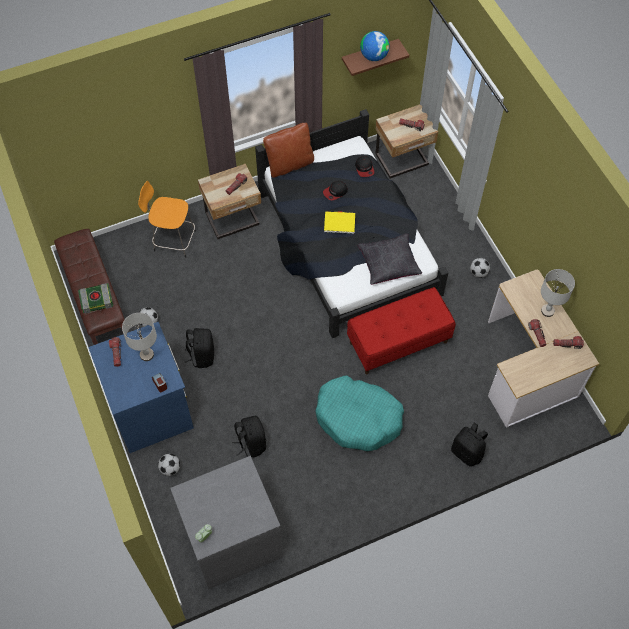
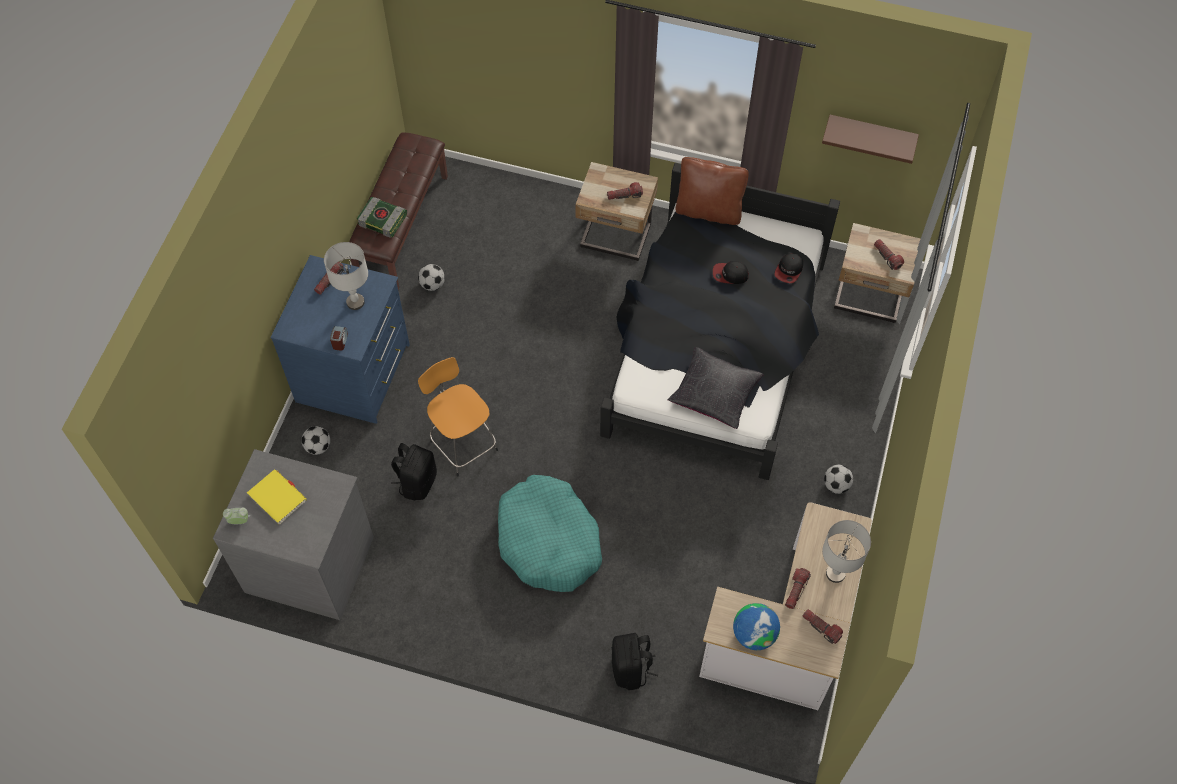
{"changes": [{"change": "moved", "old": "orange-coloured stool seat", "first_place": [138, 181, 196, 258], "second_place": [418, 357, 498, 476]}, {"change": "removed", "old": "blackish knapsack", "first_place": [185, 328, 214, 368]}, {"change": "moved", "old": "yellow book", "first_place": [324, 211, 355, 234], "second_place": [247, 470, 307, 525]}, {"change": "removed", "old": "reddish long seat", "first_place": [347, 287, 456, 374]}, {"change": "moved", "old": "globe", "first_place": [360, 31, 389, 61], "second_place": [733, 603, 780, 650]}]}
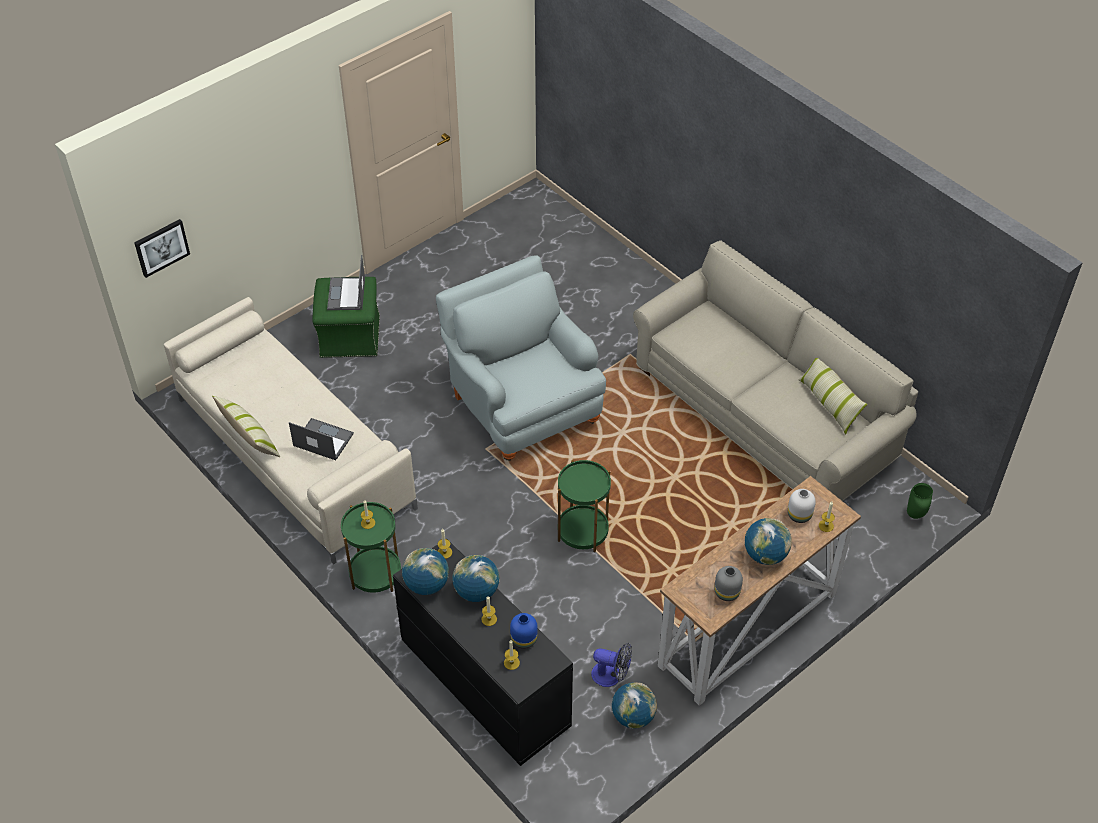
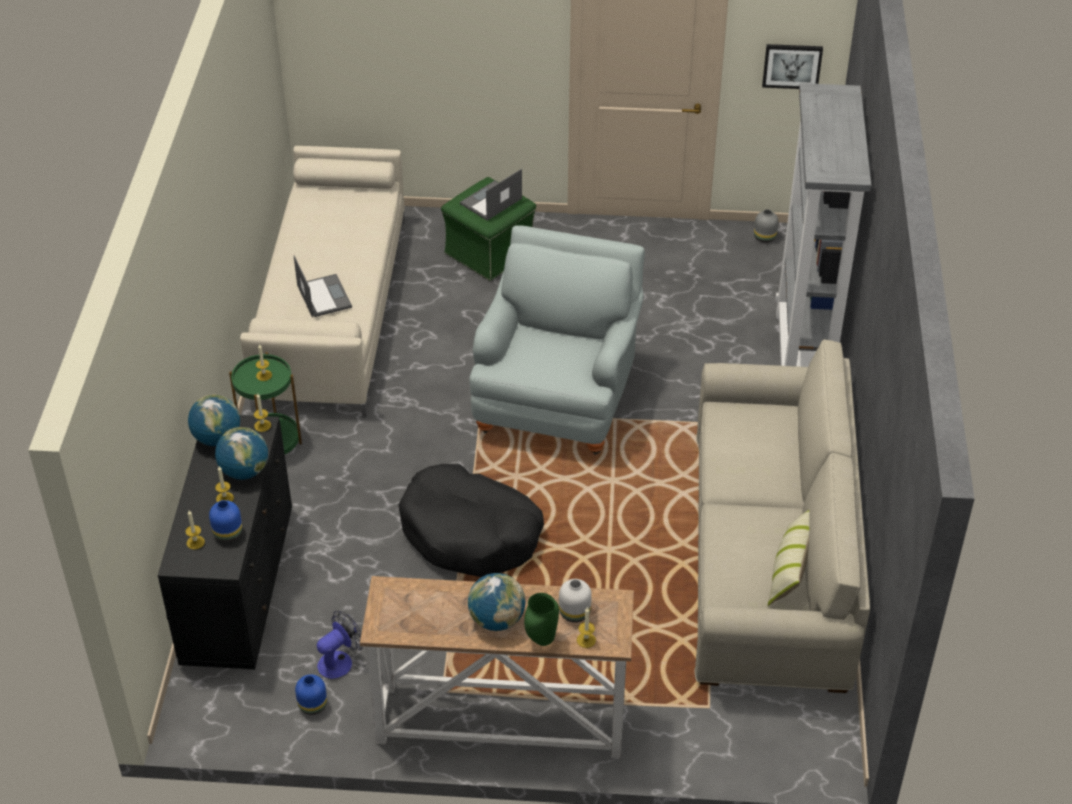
{"changes": [{"change": "moved", "old": "picture", "first_place": [134, 219, 190, 278], "second_place": [762, 44, 823, 89]}, {"change": "removed", "old": "cushion", "first_place": [212, 396, 280, 457]}, {"change": "replaced", "old": "green-coloured end table", "new": "blackish pet bed", "first_place": [558, 460, 611, 552], "second_place": [398, 464, 544, 577]}, {"change": "turned", "old": "electric fan", "first_place": [591, 643, 632, 687], "second_place": [317, 610, 363, 679], "degrees": -105}, {"change": "replaced", "old": "globe", "new": "blue-coloured vase", "first_place": [612, 682, 657, 729], "second_place": [295, 674, 327, 715]}, {"change": "moved", "old": "grey vase", "first_place": [714, 566, 743, 601], "second_place": [754, 209, 778, 243]}, {"change": "moved", "old": "green-coloured vase", "first_place": [907, 483, 933, 519], "second_place": [524, 593, 559, 646]}, {"change": "added", "new": "grey shelving unit", "second_place": [776, 83, 871, 367]}]}
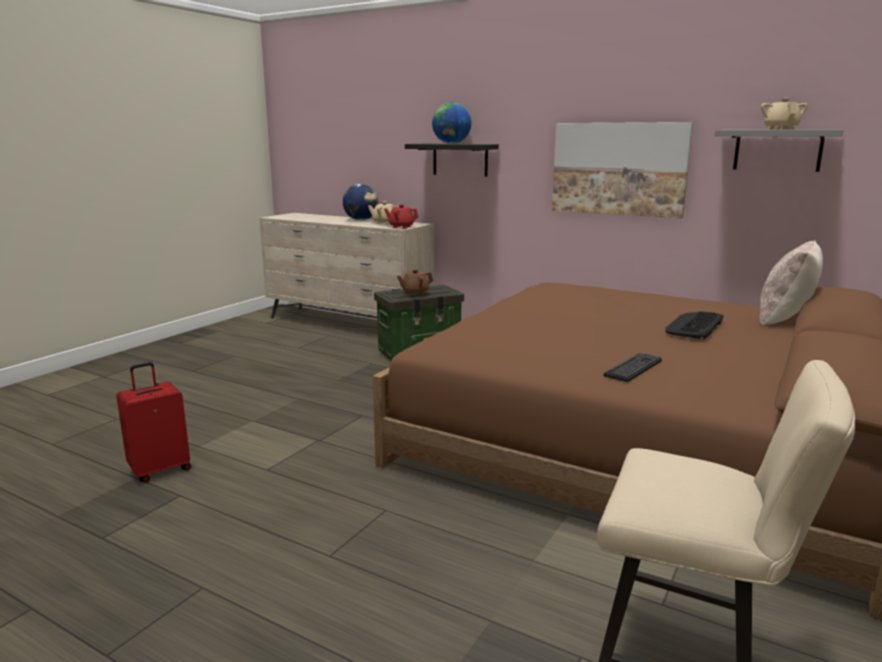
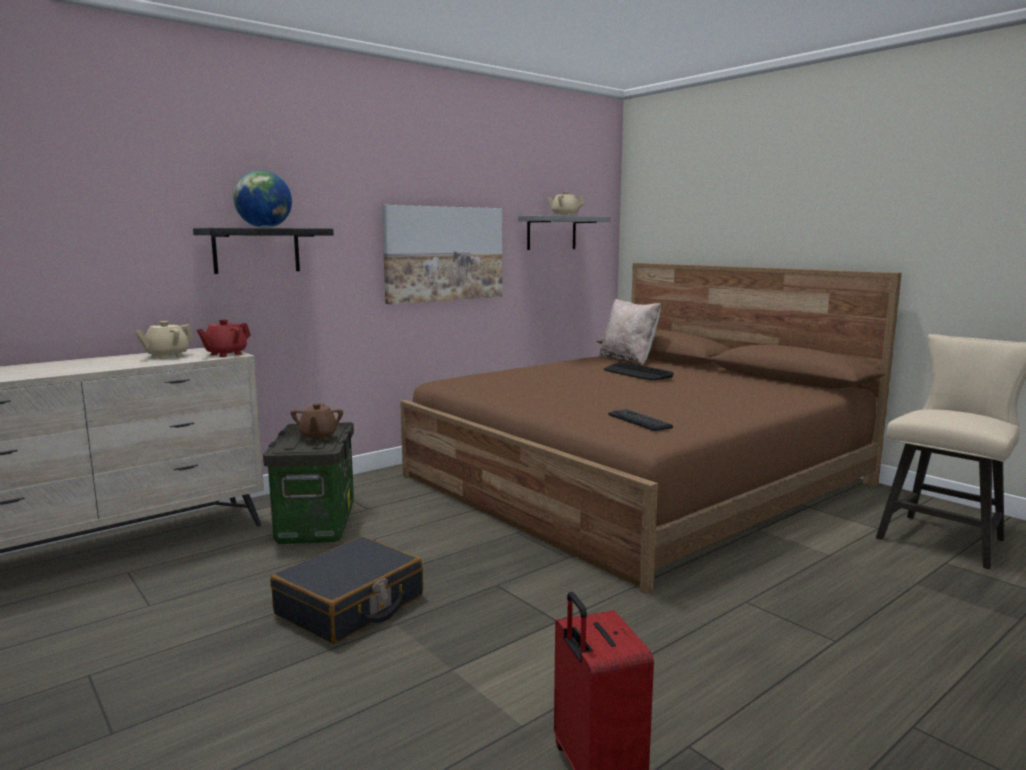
{"changes": [{"change": "removed", "old": "globe", "first_place": [343, 184, 378, 220]}, {"change": "moved", "old": "computer keyboard", "first_place": [604, 353, 662, 382], "second_place": [608, 409, 673, 431]}, {"change": "added", "new": "blackish piece of luggage", "second_place": [270, 537, 423, 644]}]}
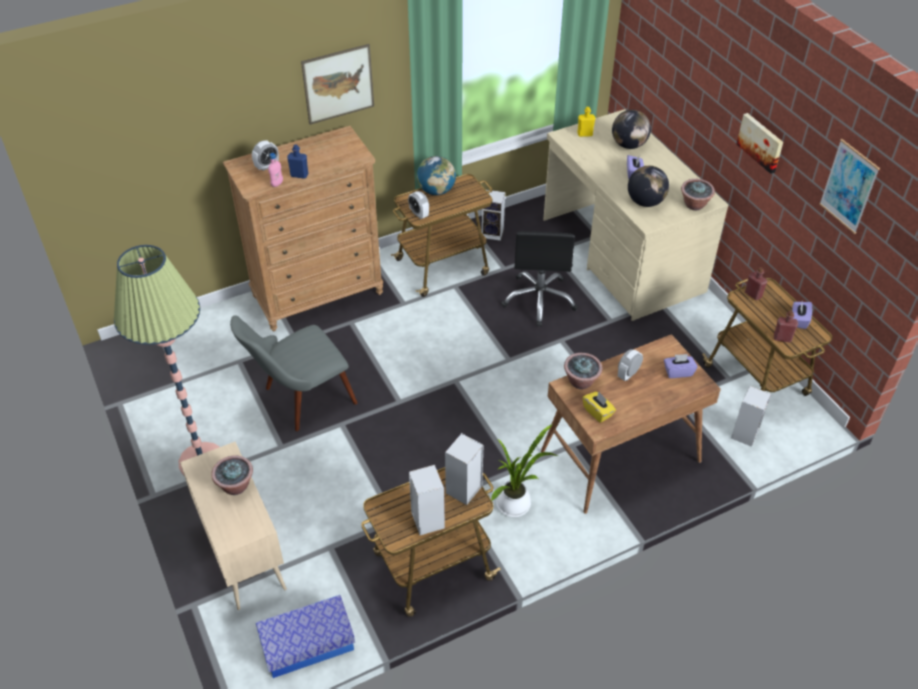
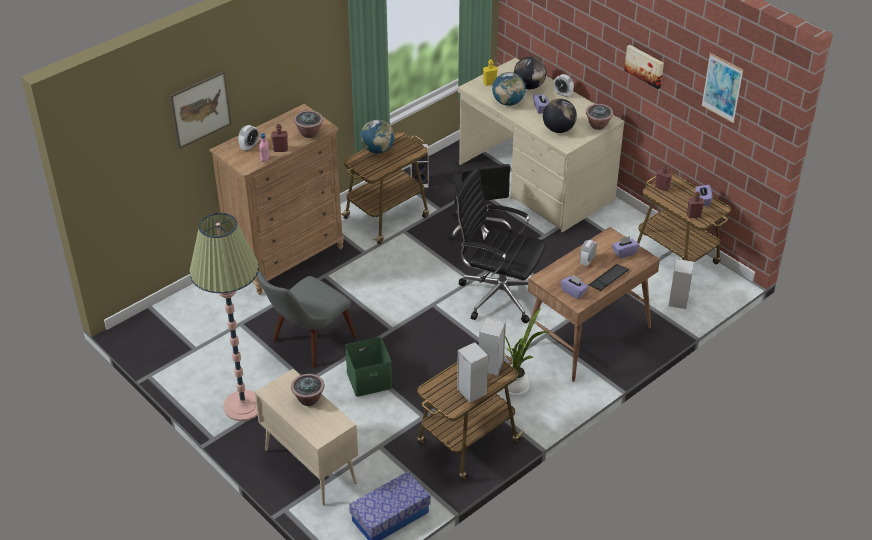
{"changes": [{"change": "recoloured", "old": "blue-coloured drink bottle", "new": "reddish drink bottle", "first_place": [287, 145, 309, 179], "second_place": [271, 124, 288, 152]}, {"change": "moved", "old": "picture", "first_place": [301, 44, 374, 125], "second_place": [170, 71, 231, 149]}, {"change": "moved", "old": "table clock", "first_place": [408, 191, 429, 219], "second_place": [554, 74, 574, 97]}, {"change": "moved", "old": "potted plant", "first_place": [564, 353, 602, 389], "second_place": [294, 110, 323, 138]}, {"change": "recoloured", "old": "yellow box of tissues", "new": "purple-coloured box of tissues", "first_place": [583, 391, 616, 423], "second_place": [561, 275, 588, 299]}, {"change": "added", "new": "green-coloured storage box", "second_place": [345, 337, 392, 397]}, {"change": "added", "new": "blackish office chair", "second_place": [454, 166, 546, 323]}, {"change": "added", "new": "globe", "second_place": [492, 72, 526, 106]}, {"change": "added", "new": "computer keyboard", "second_place": [589, 264, 629, 291]}]}
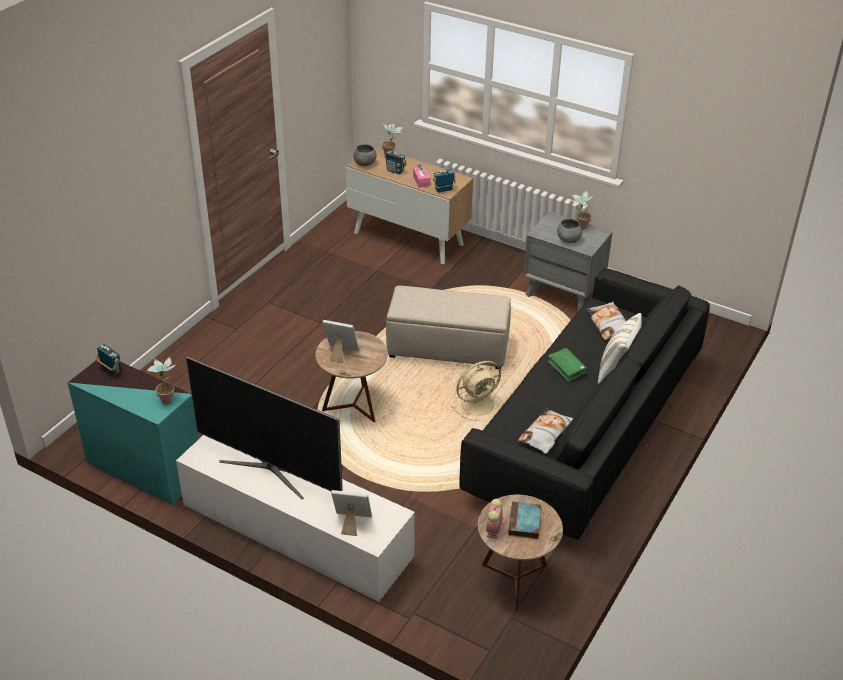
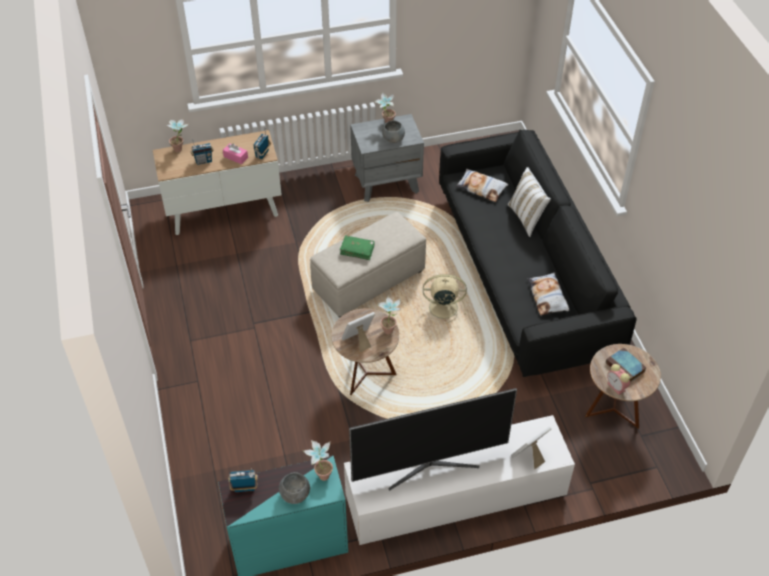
{"changes": [{"change": "moved", "old": "grey serving bowl", "first_place": [353, 144, 377, 166], "second_place": [279, 472, 310, 504]}, {"change": "turned", "old": "beige-coloured electric fan", "first_place": [451, 361, 502, 421], "second_place": [421, 274, 467, 324], "degrees": -105}, {"change": "moved", "old": "green-coloured book", "first_place": [548, 348, 587, 382], "second_place": [340, 235, 375, 260]}, {"change": "added", "new": "potted plant", "second_place": [377, 296, 401, 334]}]}
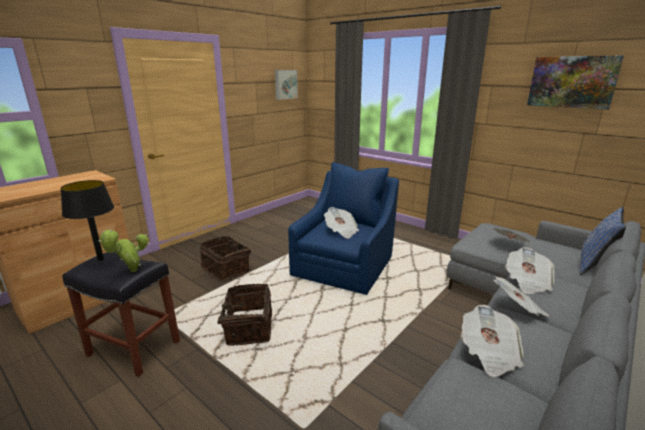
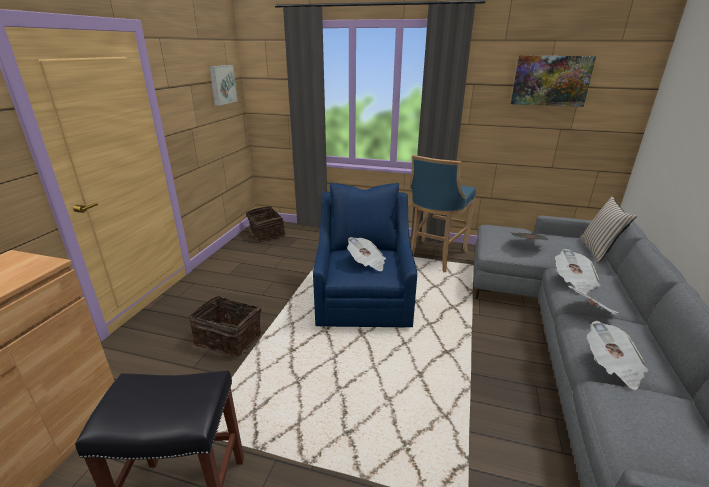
{"changes": [{"change": "removed", "old": "blackish table lamp", "first_place": [60, 180, 114, 261]}, {"change": "removed", "old": "potted plant", "first_place": [99, 230, 149, 272]}, {"change": "moved", "old": "household basket", "first_place": [207, 284, 272, 346], "second_place": [246, 206, 285, 242]}, {"change": "recoloured", "old": "blue-coloured cushion", "new": "beige-coloured cushion", "first_place": [579, 207, 626, 275], "second_place": [580, 196, 637, 264]}, {"change": "added", "new": "blue-coloured stool seat", "second_place": [411, 155, 476, 272]}]}
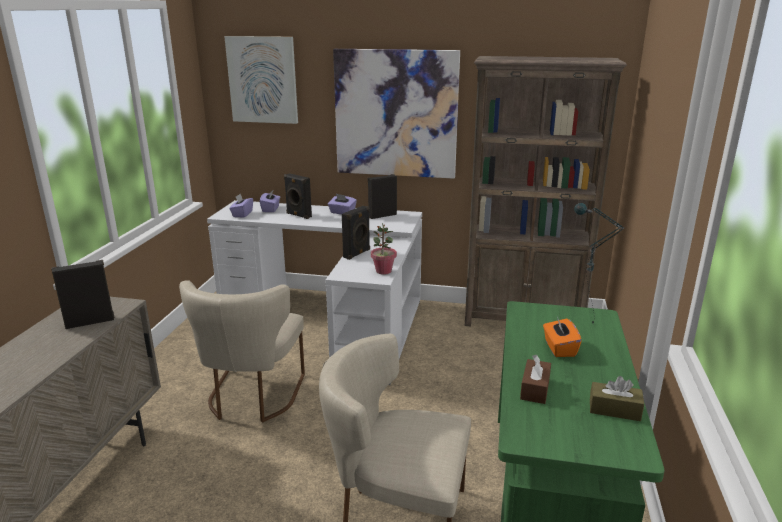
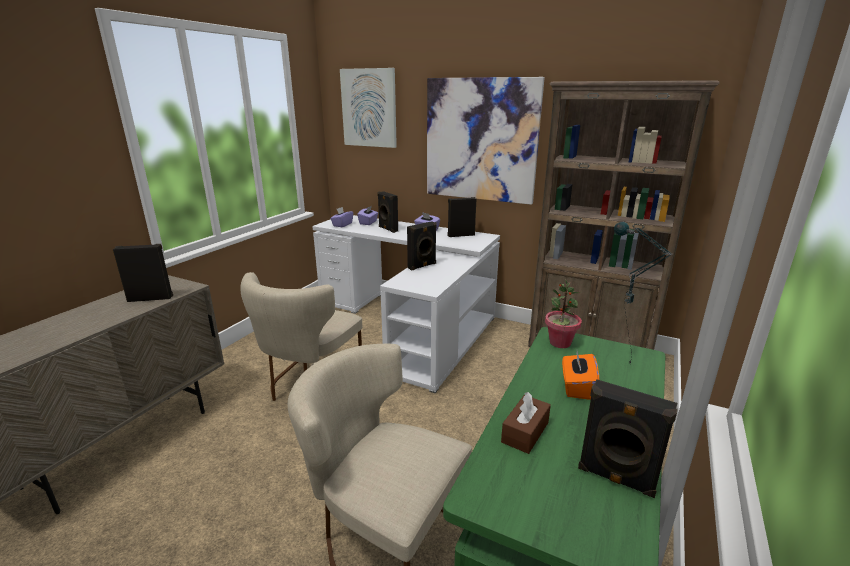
{"changes": [{"change": "moved", "old": "potted plant", "first_place": [371, 223, 397, 275], "second_place": [545, 279, 582, 348]}, {"change": "replaced", "old": "brown box of tissues", "new": "blackish loudspeaker", "first_place": [590, 376, 644, 421], "second_place": [578, 379, 678, 498]}]}
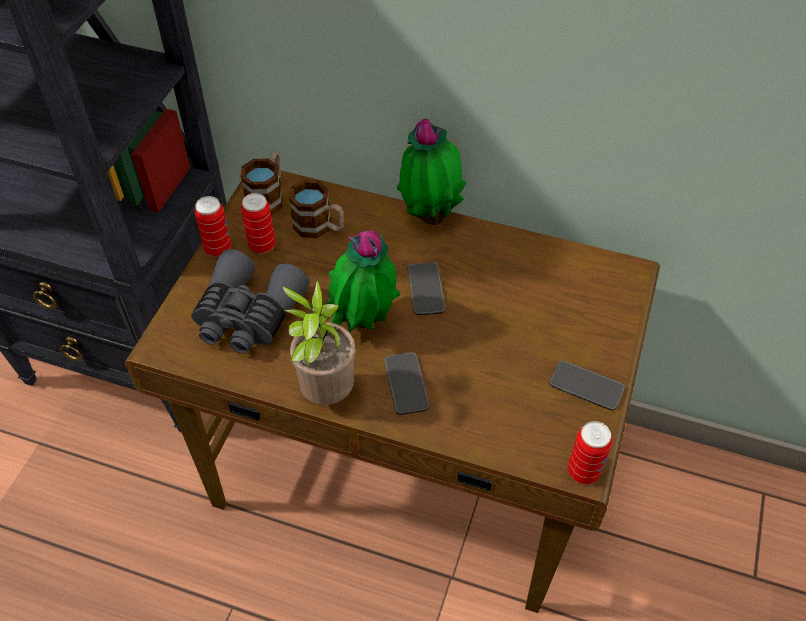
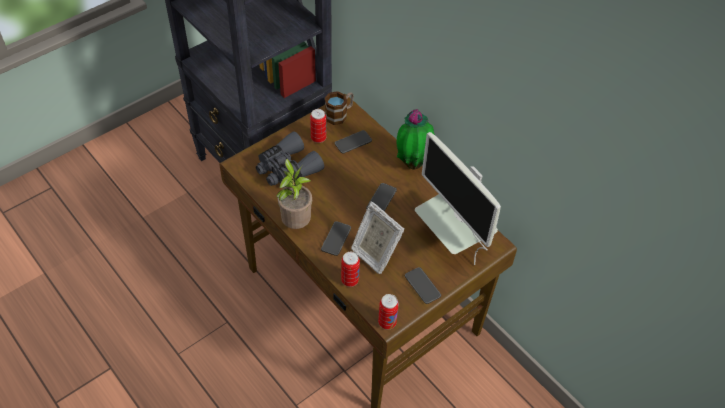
{"changes": [{"change": "moved", "old": "metal can", "first_place": [195, 196, 231, 257], "second_place": [341, 252, 360, 287]}, {"change": "replaced", "old": "coffee mug", "new": "telephone", "first_place": [289, 180, 344, 238], "second_place": [335, 130, 372, 154]}, {"change": "removed", "old": "potted plant", "first_place": [326, 230, 401, 333]}, {"change": "added", "new": "picture frame", "second_place": [351, 201, 404, 274]}, {"change": "added", "new": "computer display", "second_place": [415, 132, 501, 265]}]}
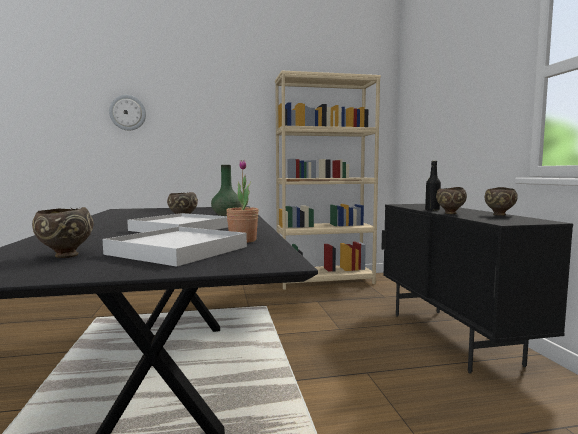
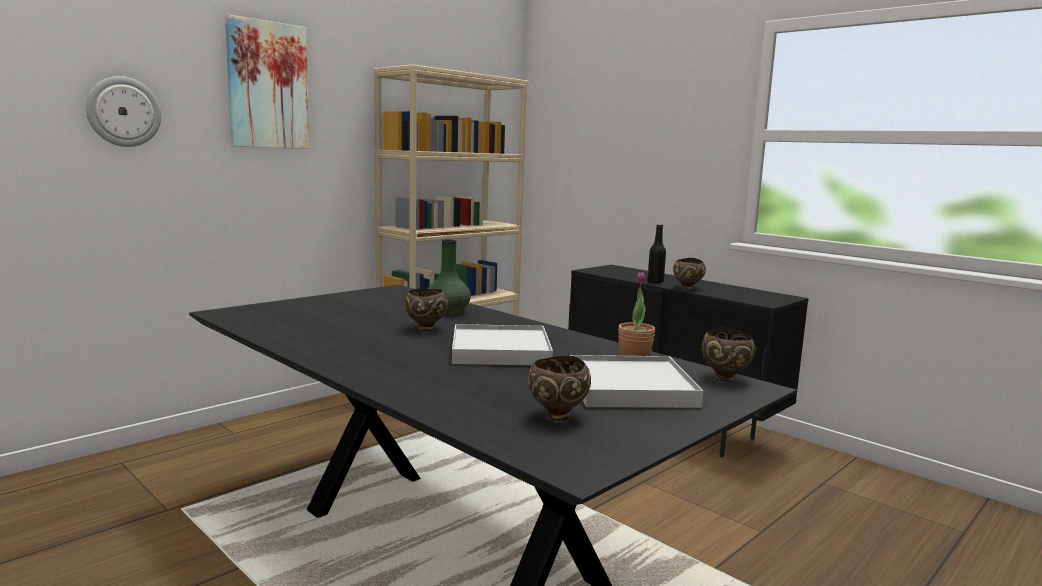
{"changes": [{"change": "moved", "old": "brown serving bowl", "first_place": [485, 187, 517, 216], "second_place": [702, 327, 756, 382]}, {"change": "added", "new": "picture", "second_place": [225, 14, 309, 149]}]}
